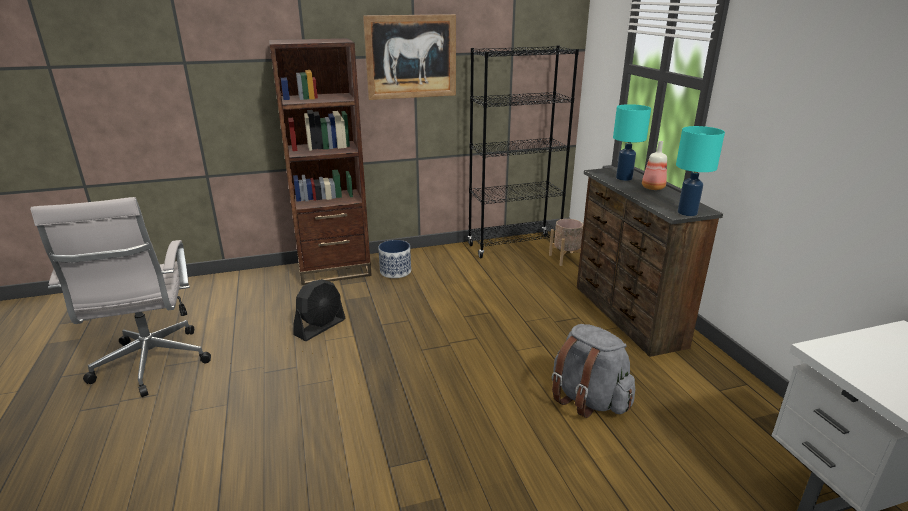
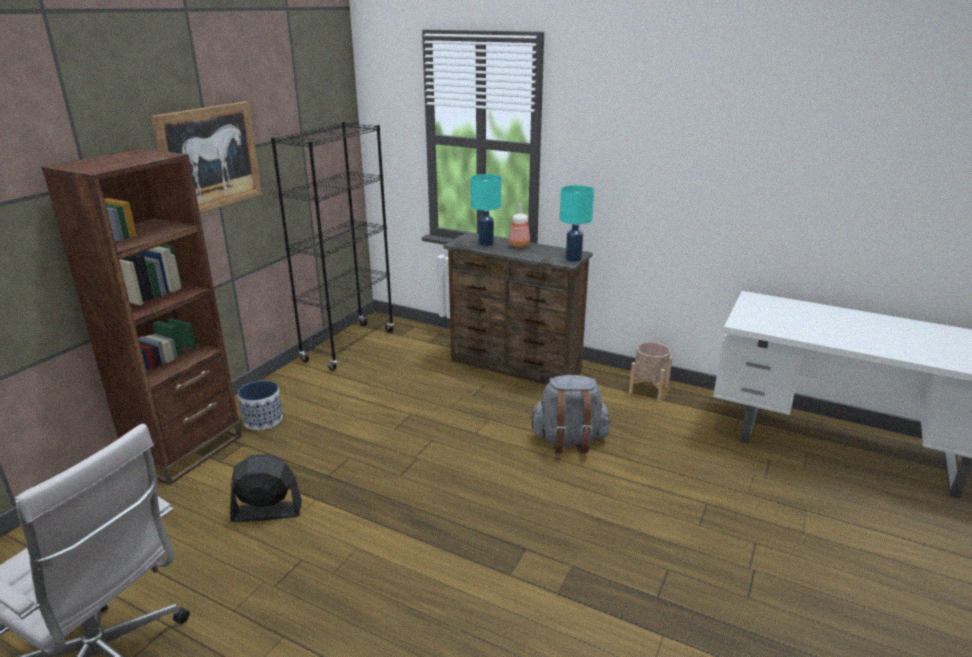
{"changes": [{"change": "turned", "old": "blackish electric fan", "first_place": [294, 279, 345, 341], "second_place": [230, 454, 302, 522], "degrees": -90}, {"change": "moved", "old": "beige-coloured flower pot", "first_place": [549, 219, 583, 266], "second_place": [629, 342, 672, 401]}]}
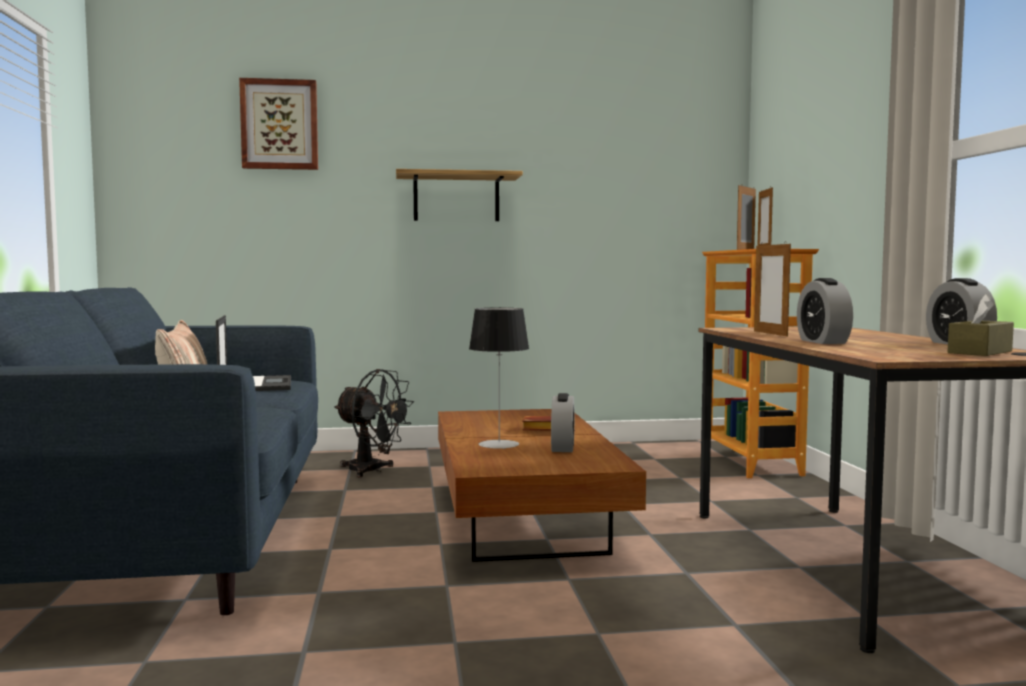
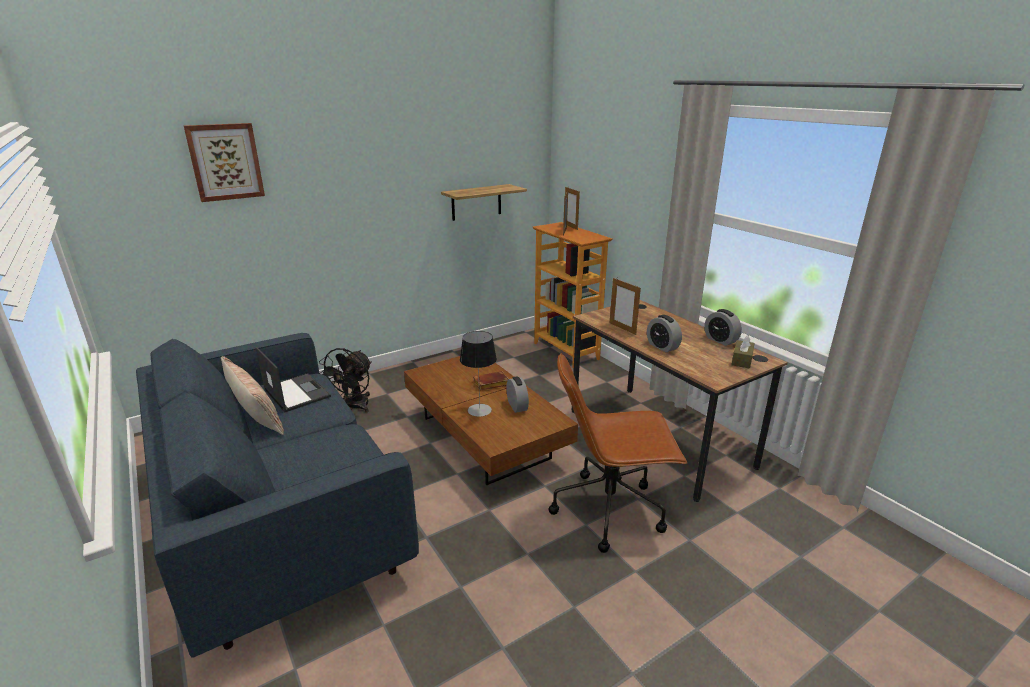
{"changes": [{"change": "turned", "old": "blackish electric fan", "first_place": [334, 369, 414, 477], "second_place": [319, 348, 371, 412], "degrees": 105}, {"change": "moved", "old": "shelf", "first_place": [396, 169, 523, 221], "second_place": [441, 184, 527, 221]}, {"change": "added", "new": "brown office chair", "second_place": [549, 353, 687, 553]}]}
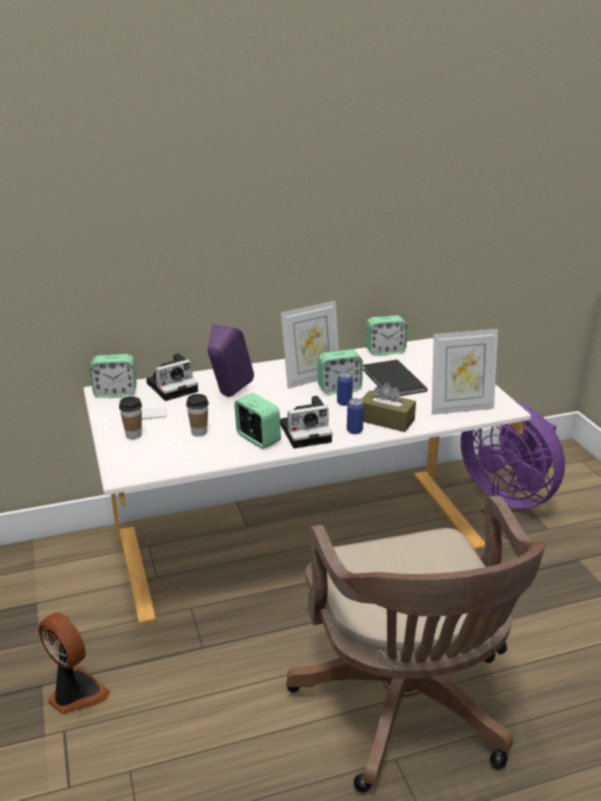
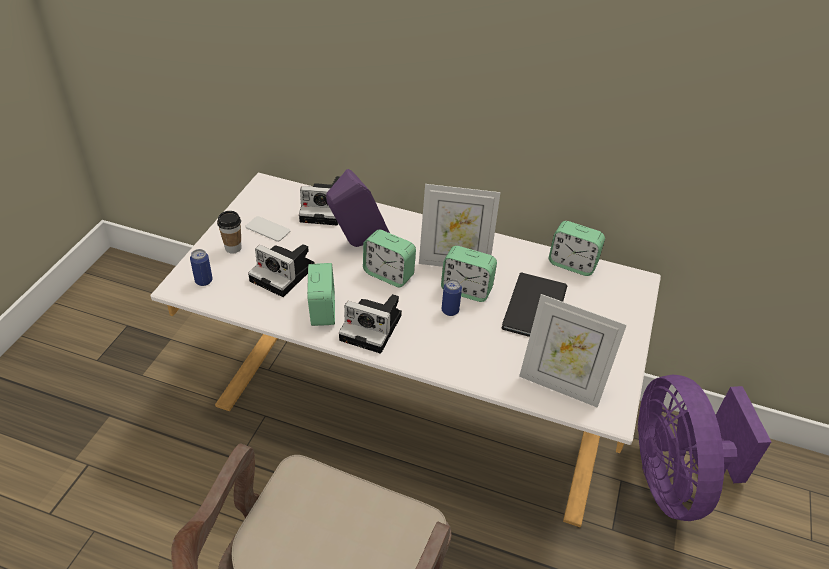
{"changes": [{"change": "removed", "old": "electric fan", "first_place": [38, 612, 110, 714]}, {"change": "moved", "old": "table clock", "first_place": [90, 354, 136, 398], "second_place": [363, 230, 416, 287]}, {"change": "replaced", "old": "cup", "new": "photo camera", "first_place": [186, 394, 209, 437], "second_place": [248, 244, 314, 297]}, {"change": "moved", "old": "metal can", "first_place": [347, 398, 364, 434], "second_place": [190, 249, 213, 286]}, {"change": "removed", "old": "brown box of tissues", "first_place": [361, 383, 416, 432]}]}
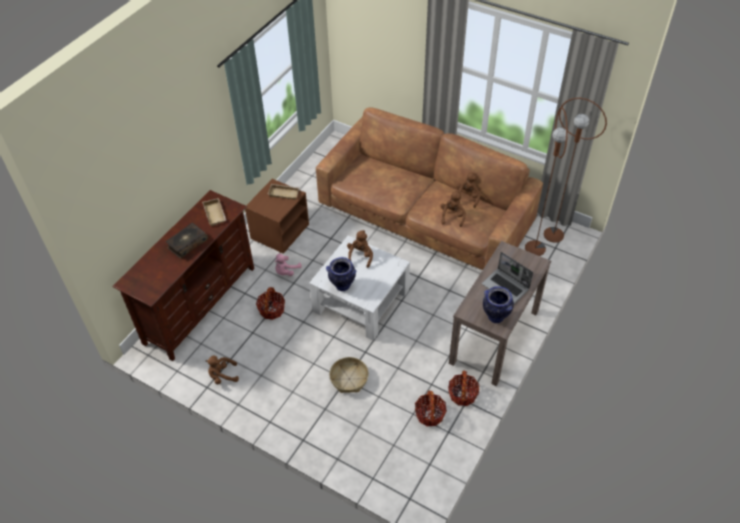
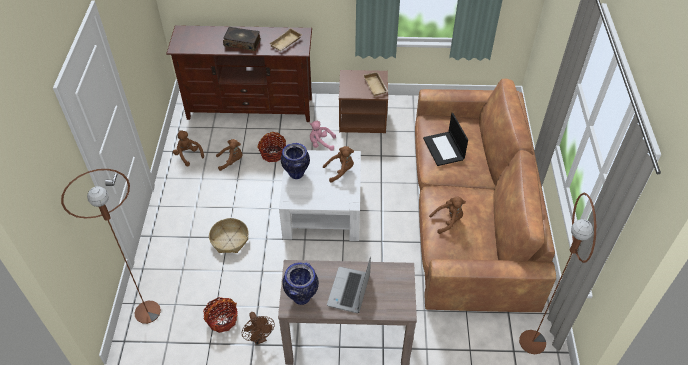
{"changes": [{"change": "replaced", "old": "household basket", "new": "brown electric fan", "first_place": [448, 371, 479, 406], "second_place": [242, 312, 275, 345]}, {"change": "moved", "old": "brown plush toy", "first_place": [457, 172, 480, 208], "second_place": [216, 139, 242, 171]}, {"change": "moved", "old": "brown standard lamp", "first_place": [525, 107, 568, 256], "second_place": [61, 169, 161, 324]}, {"change": "added", "new": "laptop", "second_place": [423, 113, 468, 166]}]}
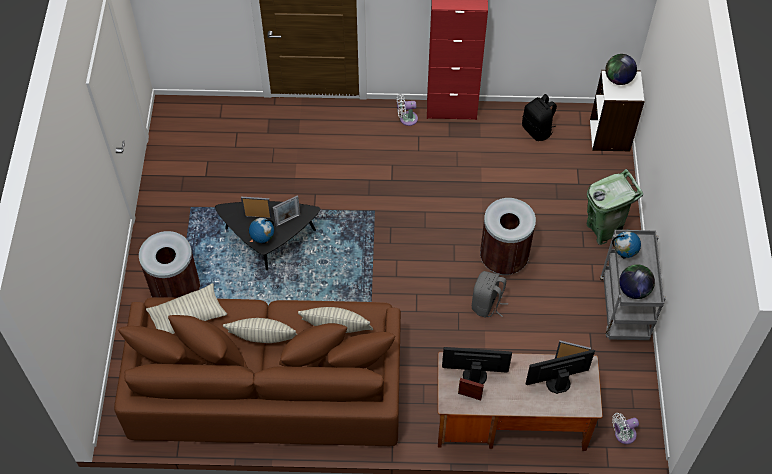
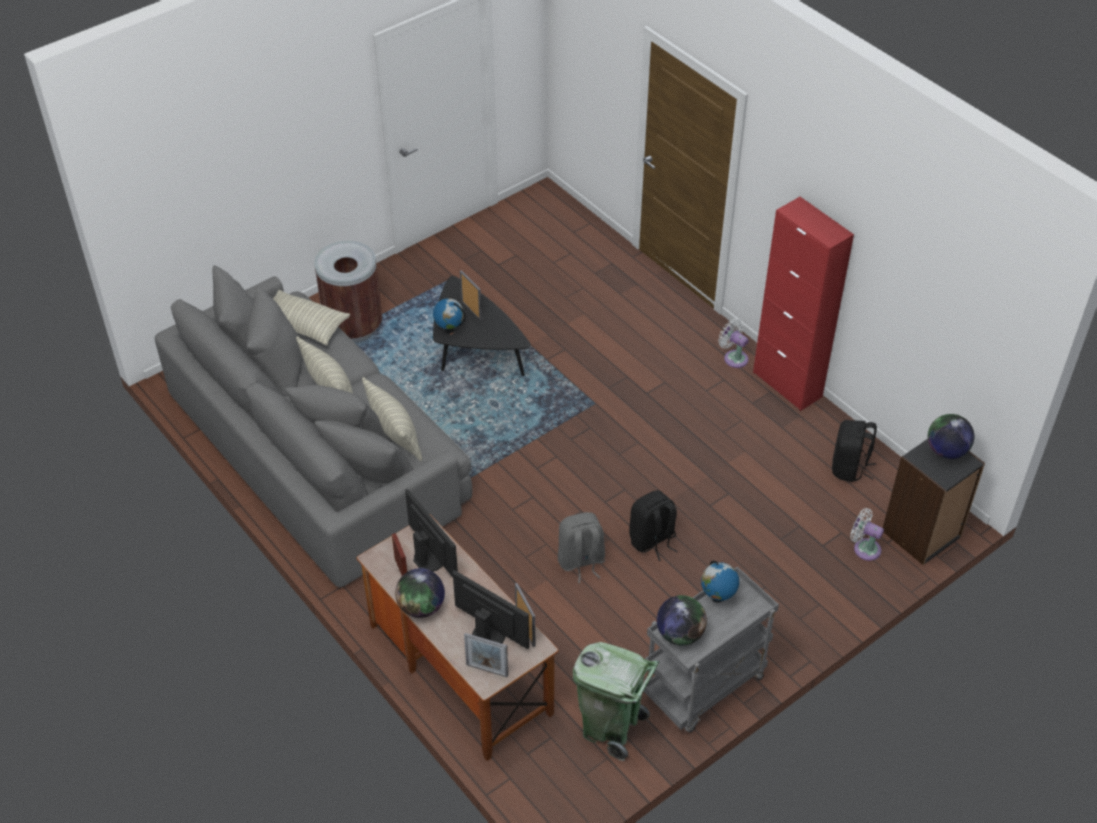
{"changes": [{"change": "recoloured", "old": "brown couch", "new": "grey couch", "first_place": [114, 297, 401, 446], "second_place": [155, 266, 472, 587]}, {"change": "moved", "old": "picture frame", "first_place": [273, 195, 300, 227], "second_place": [464, 633, 508, 677]}, {"change": "replaced", "old": "brown waste bin", "new": "blackish knapsack", "first_place": [480, 198, 536, 275], "second_place": [629, 490, 677, 561]}, {"change": "moved", "old": "green-coloured waste bin", "first_place": [587, 169, 643, 245], "second_place": [573, 642, 659, 761]}, {"change": "recoloured", "old": "whitish shelving unit", "new": "blackish shelving unit", "first_place": [590, 70, 645, 151], "second_place": [883, 439, 985, 565]}, {"change": "moved", "old": "whitish electric fan", "first_place": [612, 413, 639, 444], "second_place": [850, 508, 884, 561]}, {"change": "added", "new": "globe", "second_place": [395, 568, 445, 618]}]}
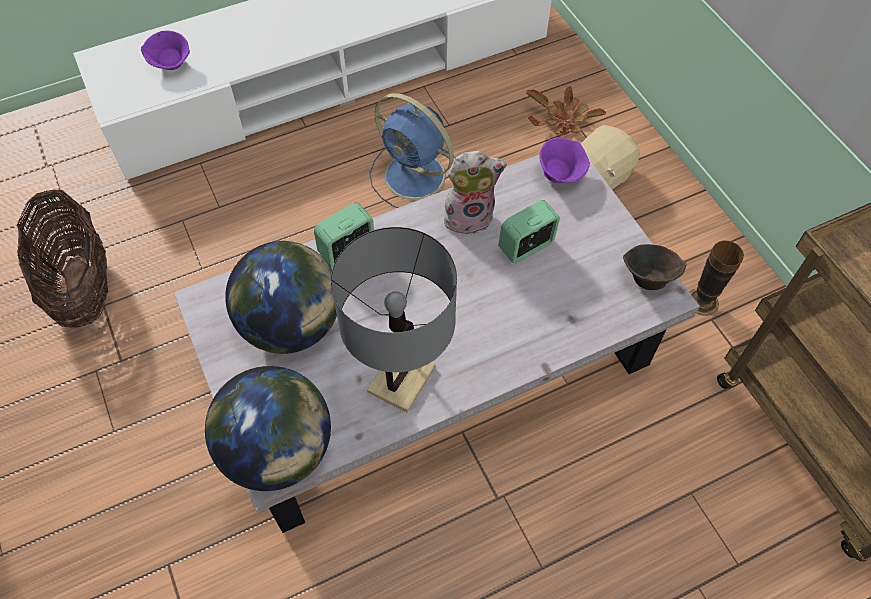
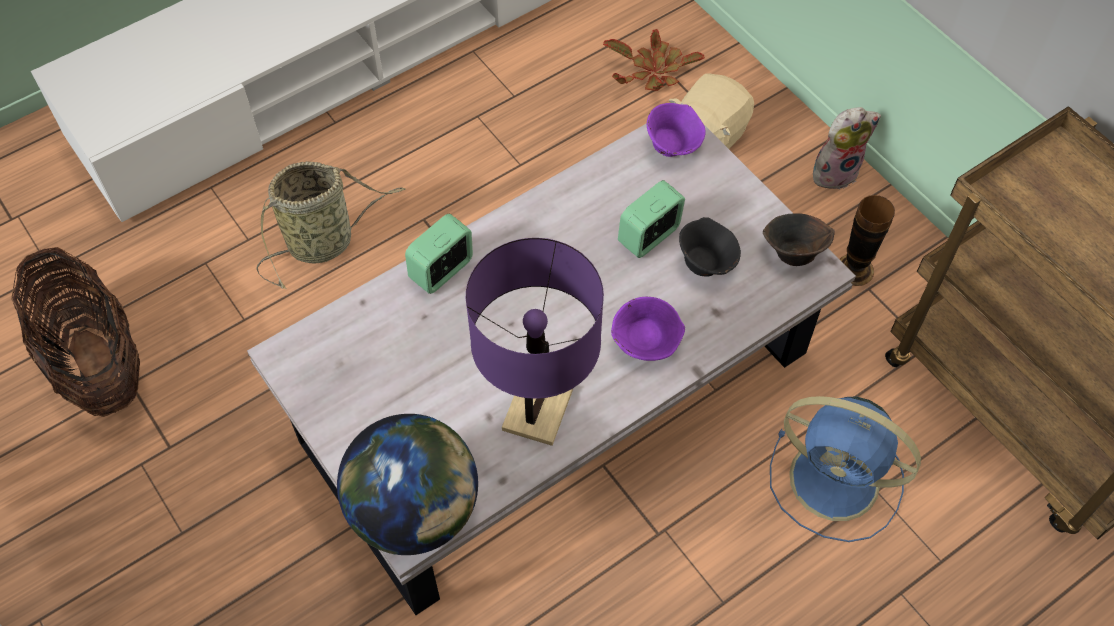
{"changes": [{"change": "moved", "old": "purple-coloured serving bowl", "first_place": [141, 31, 190, 70], "second_place": [611, 297, 685, 361]}, {"change": "removed", "old": "globe", "first_place": [225, 241, 337, 354]}, {"change": "recoloured", "old": "grey table lamp", "new": "purple-coloured table lamp", "first_place": [331, 227, 457, 413], "second_place": [466, 238, 604, 446]}, {"change": "moved", "old": "blue-coloured electric fan", "first_place": [369, 93, 456, 208], "second_place": [770, 396, 921, 542]}, {"change": "moved", "old": "plush toy", "first_place": [444, 151, 507, 235], "second_place": [813, 107, 881, 192]}, {"change": "added", "new": "household basket", "second_place": [256, 161, 406, 289]}, {"change": "added", "new": "blackish serving bowl", "second_place": [679, 217, 741, 276]}]}
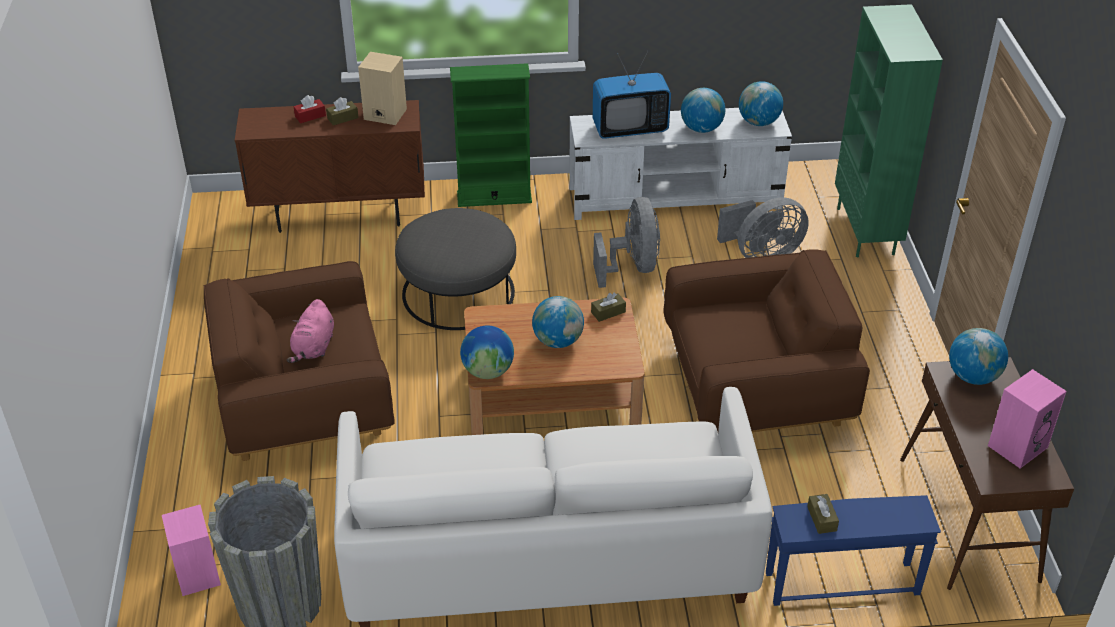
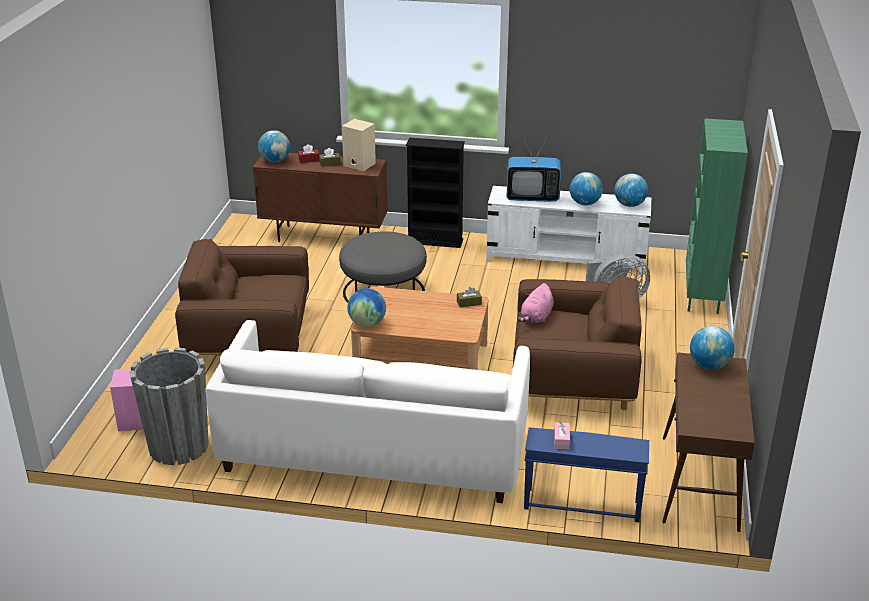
{"changes": [{"change": "moved", "old": "pink-coloured plush toy", "first_place": [286, 299, 334, 363], "second_place": [517, 283, 554, 324]}, {"change": "recoloured", "old": "green-coloured shelving unit", "new": "blackish shelving unit", "first_place": [450, 63, 532, 207], "second_place": [406, 138, 465, 248]}, {"change": "moved", "old": "globe", "first_place": [532, 296, 584, 348], "second_place": [258, 130, 290, 163]}, {"change": "removed", "old": "grey electric fan", "first_place": [593, 197, 660, 288]}, {"change": "recoloured", "old": "brown box of tissues", "new": "pink-coloured box of tissues", "first_place": [807, 494, 839, 534], "second_place": [554, 421, 570, 449]}, {"change": "removed", "old": "pink-coloured loudspeaker", "first_place": [988, 369, 1067, 468]}]}
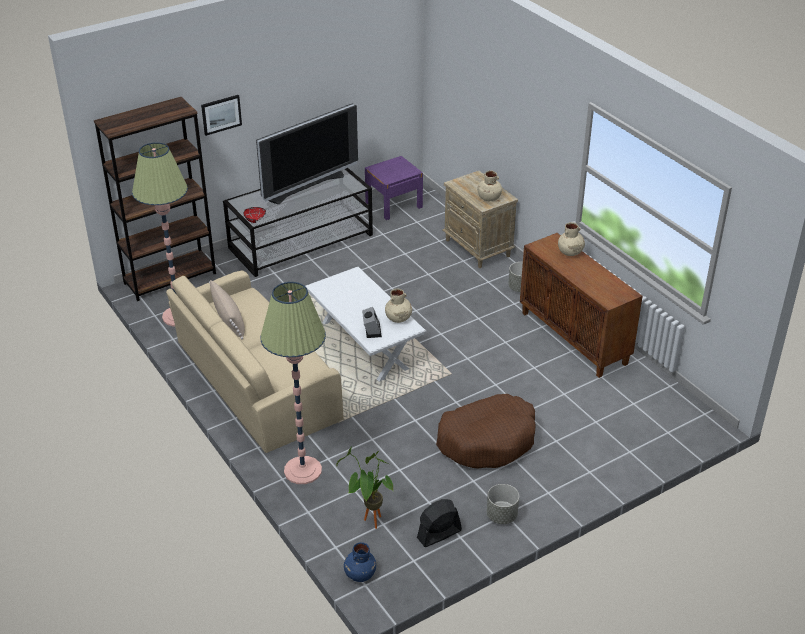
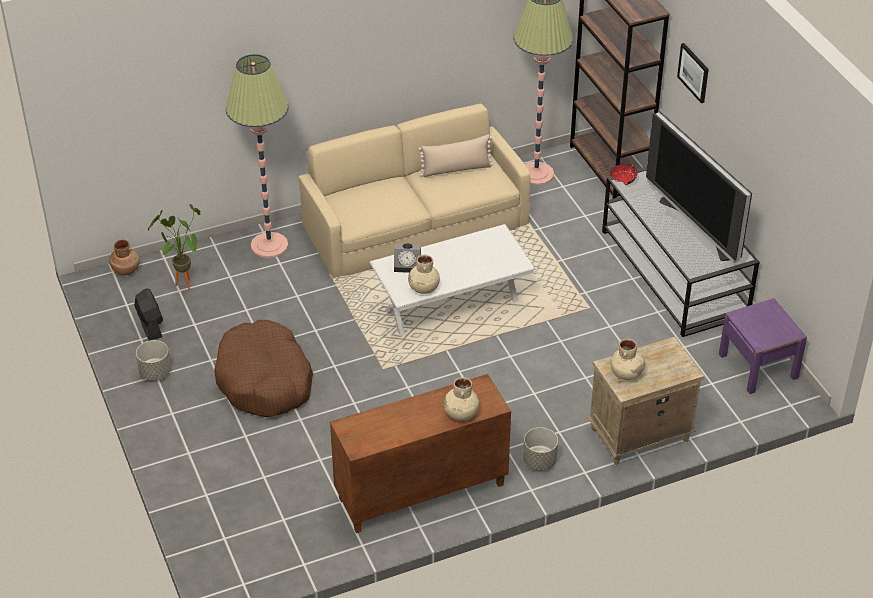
{"changes": [{"change": "recoloured", "old": "blue-coloured vase", "new": "brown vase", "first_place": [344, 542, 376, 582], "second_place": [109, 240, 140, 275]}]}
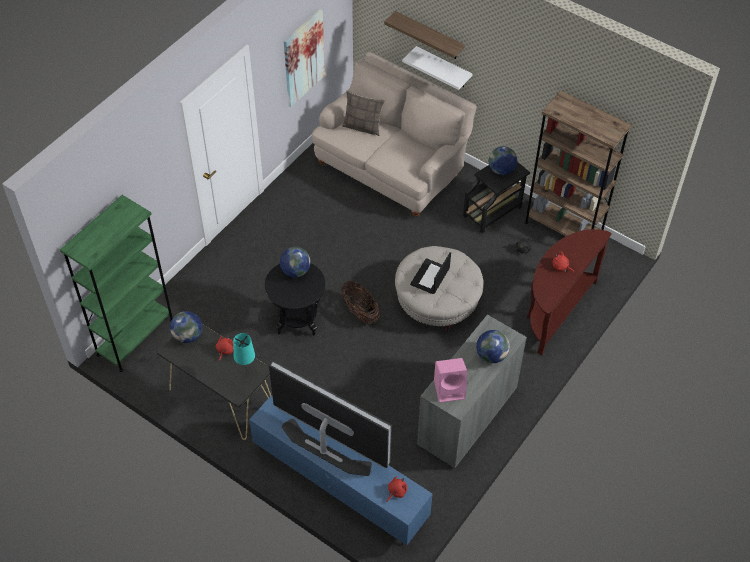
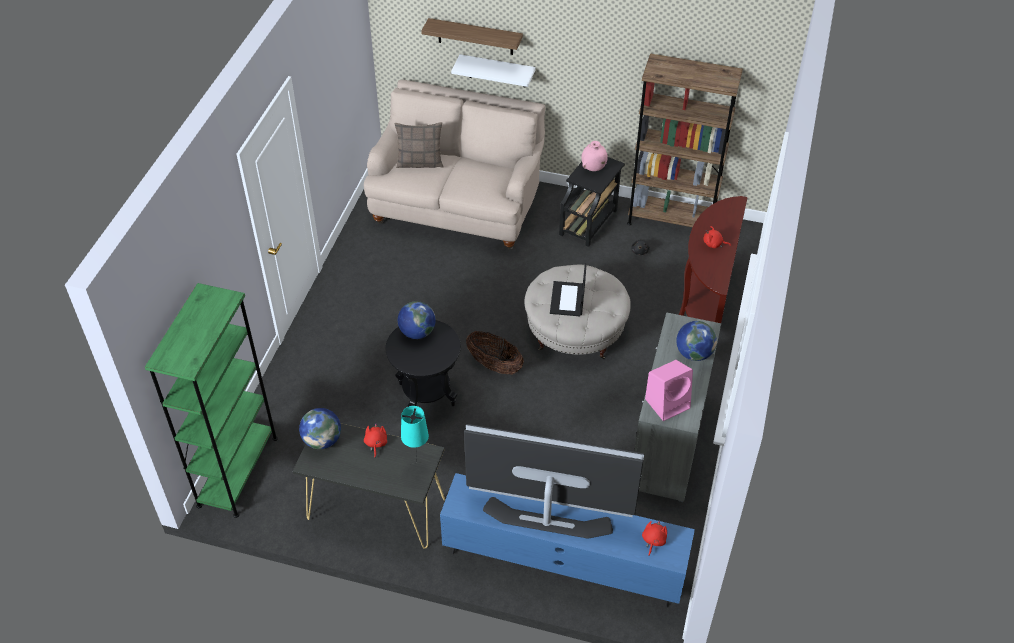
{"changes": [{"change": "removed", "old": "picture", "first_place": [284, 9, 325, 107]}, {"change": "replaced", "old": "globe", "new": "pink-coloured vase", "first_place": [489, 146, 517, 175], "second_place": [581, 141, 608, 171]}]}
